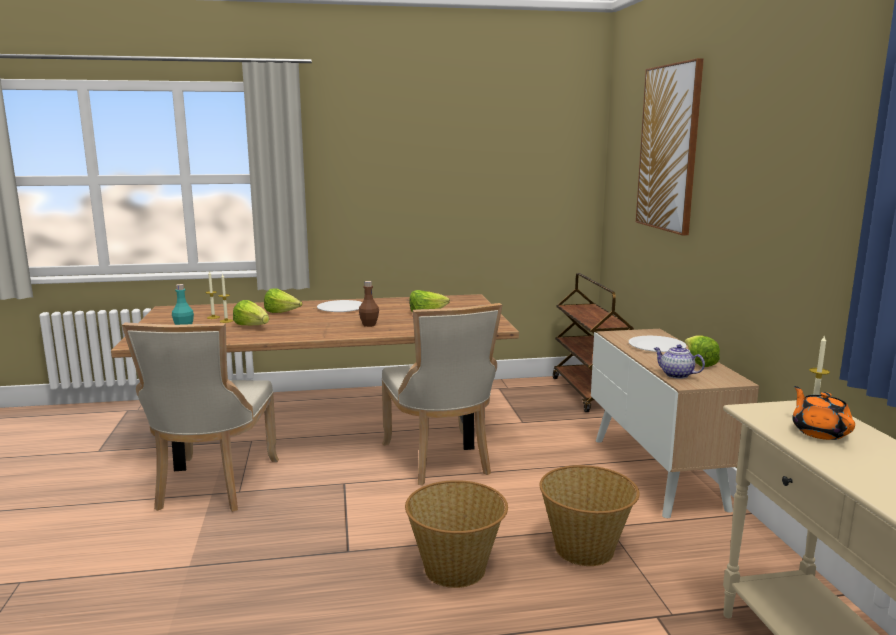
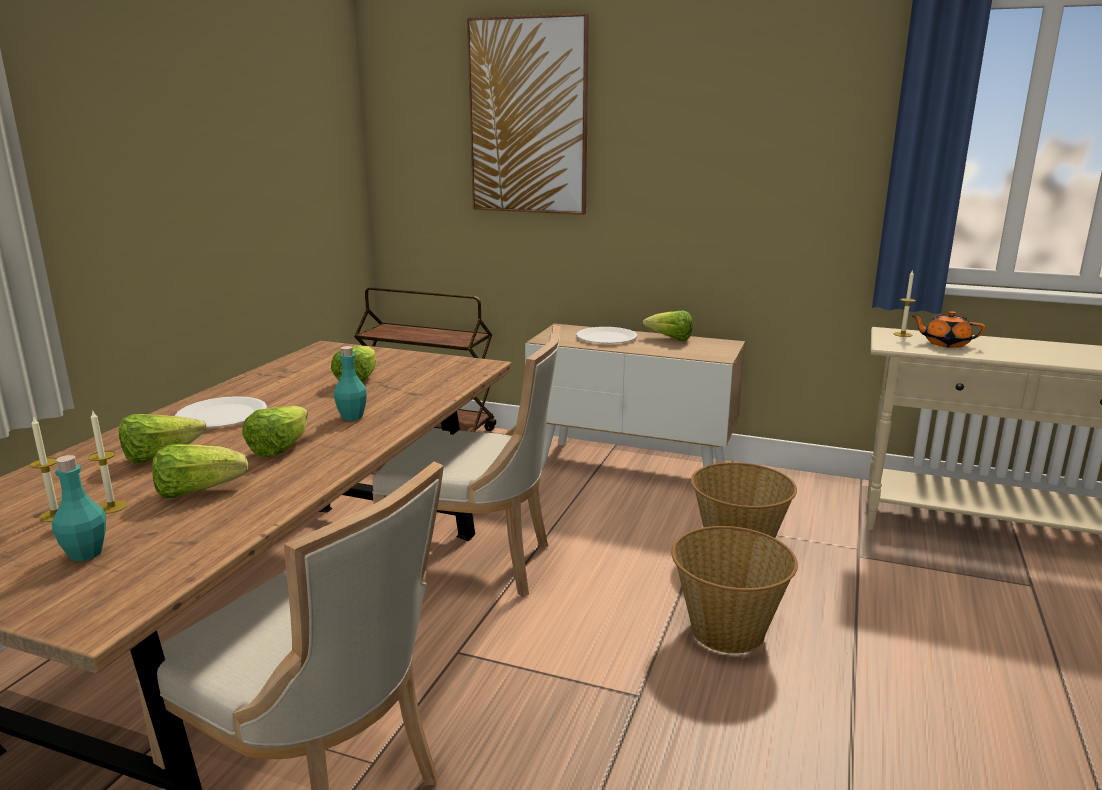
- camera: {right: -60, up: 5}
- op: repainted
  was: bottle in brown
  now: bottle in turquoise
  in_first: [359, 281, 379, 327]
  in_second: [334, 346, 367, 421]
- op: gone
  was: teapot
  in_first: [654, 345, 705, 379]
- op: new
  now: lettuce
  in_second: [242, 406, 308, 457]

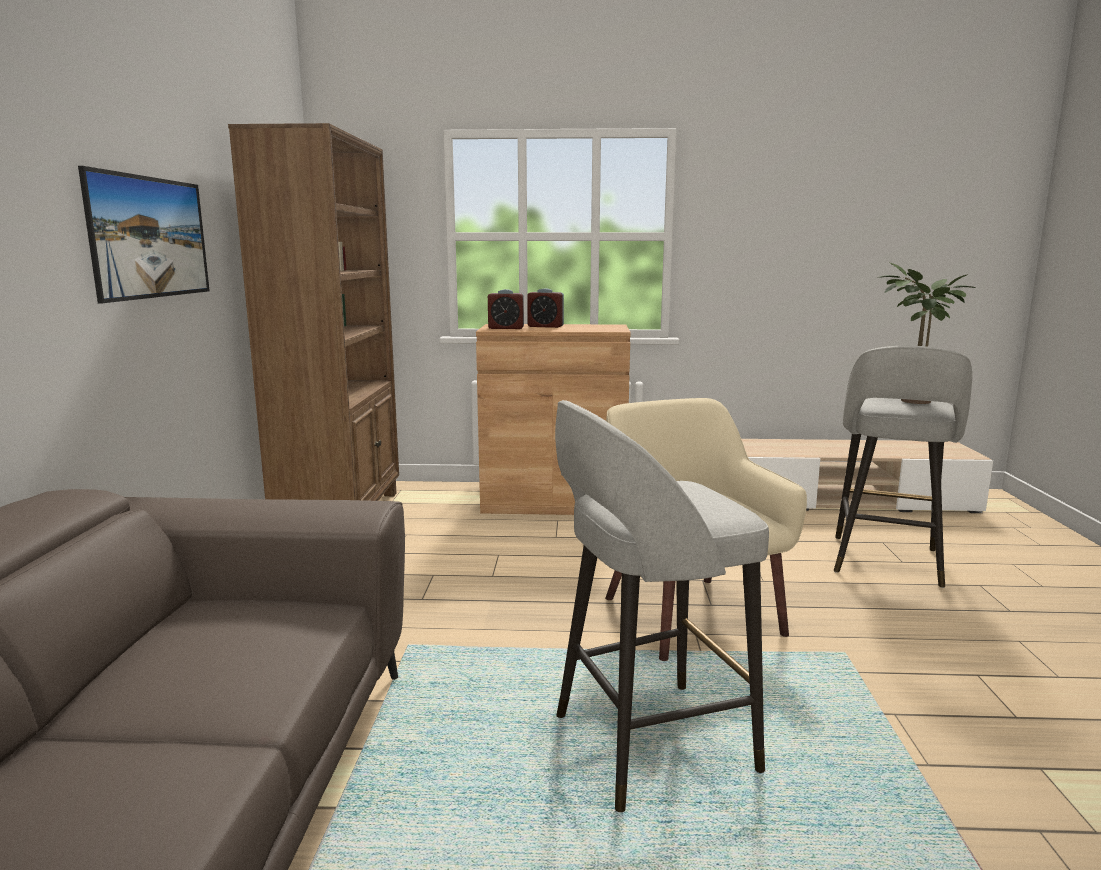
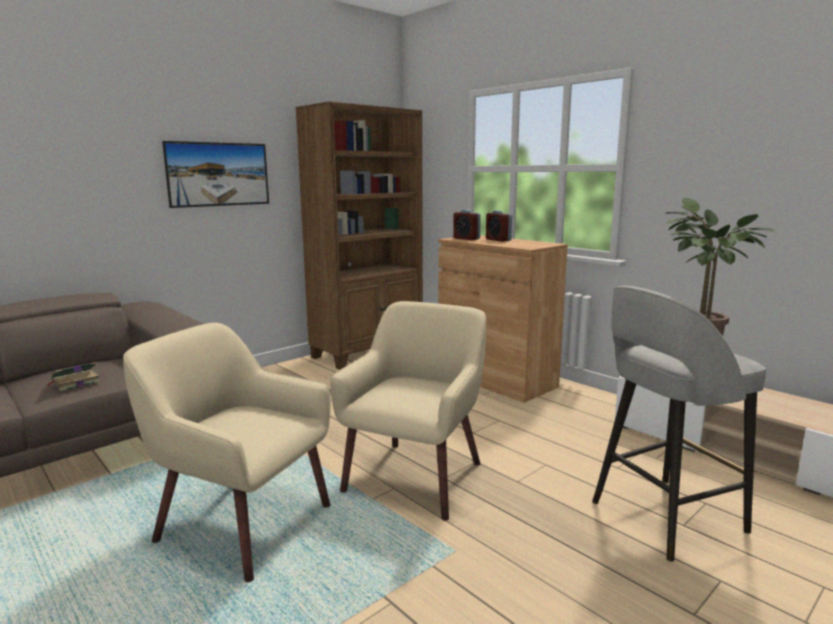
- camera: {right: 45, up: 0}
- op: swapped
  was: stool in grey
  now: armchair in beige
  in_first: [555, 400, 769, 812]
  in_second: [123, 323, 331, 582]
- op: new
  now: book
  in_second: [45, 362, 101, 391]

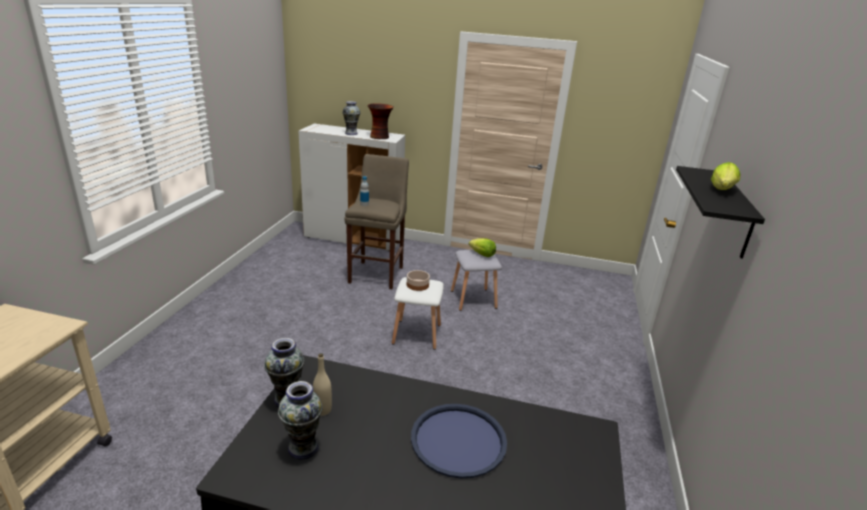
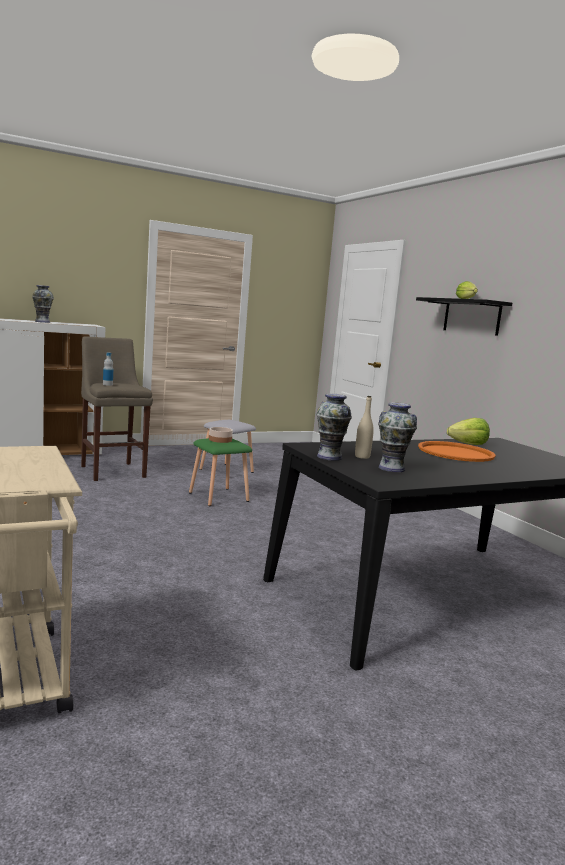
- camera: {right: -40, up: -15}
- op: gone
  was: vase
  in_first: [368, 103, 394, 139]
- op: shifted
  was: lettuce
  in_first: [469, 238, 496, 257]
  in_second: [447, 418, 490, 445]
- op: repainted
  was: stool in white
  now: stool in green
  in_first: [392, 277, 444, 350]
  in_second: [189, 438, 252, 506]
- op: repainted
  was: tray in blue
  now: tray in orange
  in_first: [411, 404, 507, 479]
  in_second: [418, 441, 496, 462]

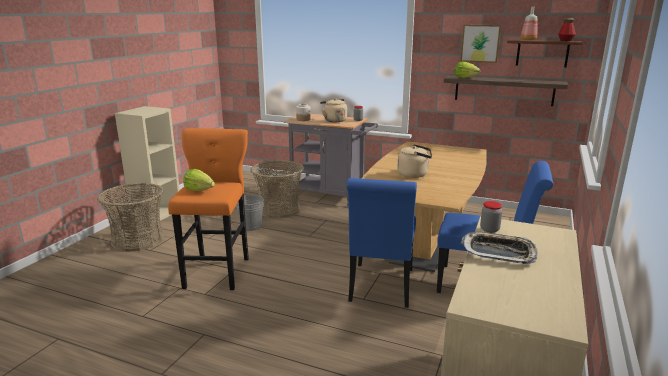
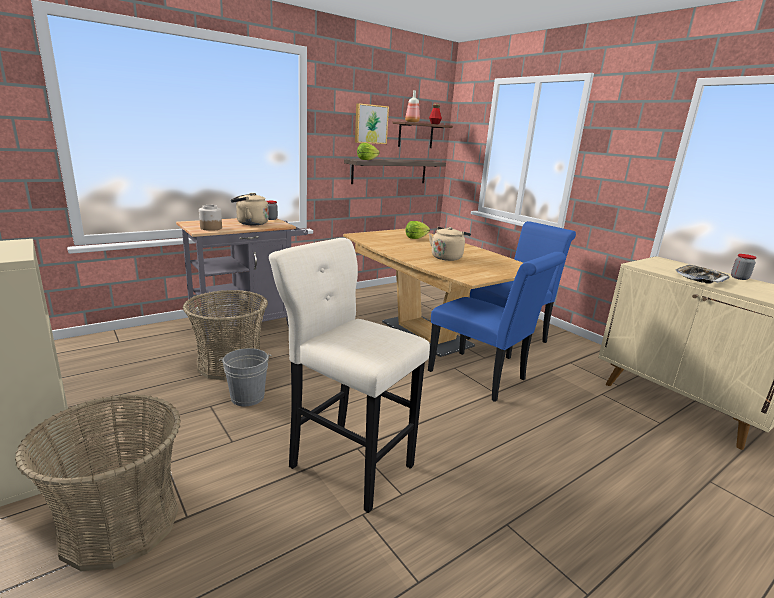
- camera: {right: -60, up: 0}
- op: repainted
  was: stool in orange
  now: stool in beige
  in_first: [168, 128, 249, 290]
  in_second: [269, 238, 430, 513]
- op: shifted
  was: lettuce
  in_first: [183, 169, 215, 191]
  in_second: [405, 221, 430, 239]
- op: shifted
  was: jar
  in_first: [480, 201, 502, 233]
  in_second: [731, 254, 757, 280]

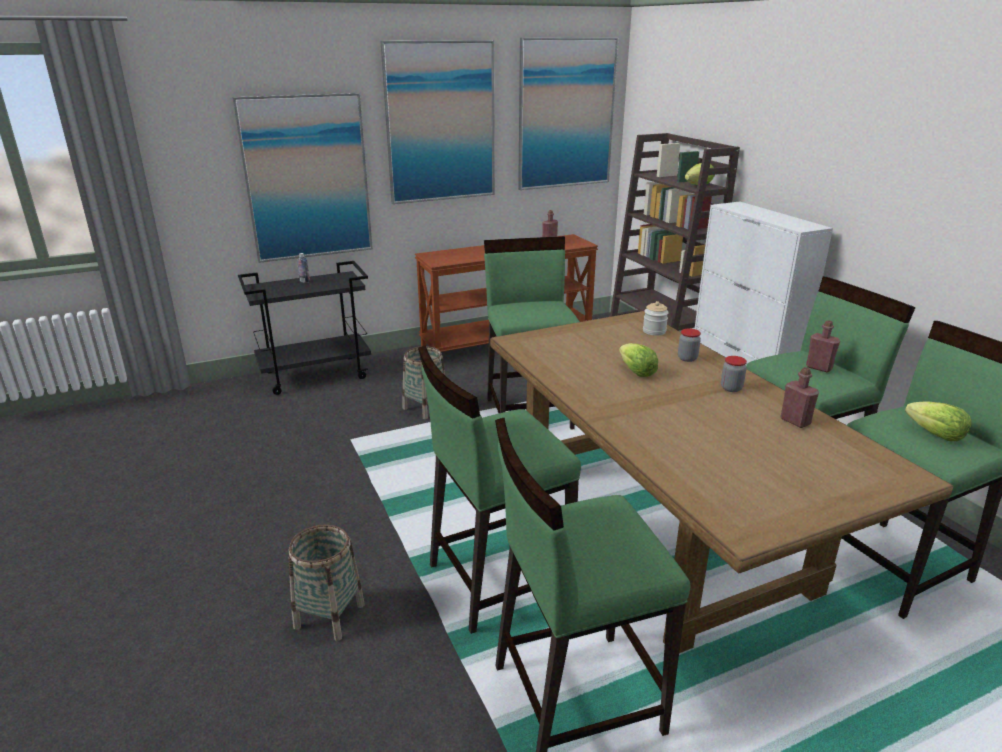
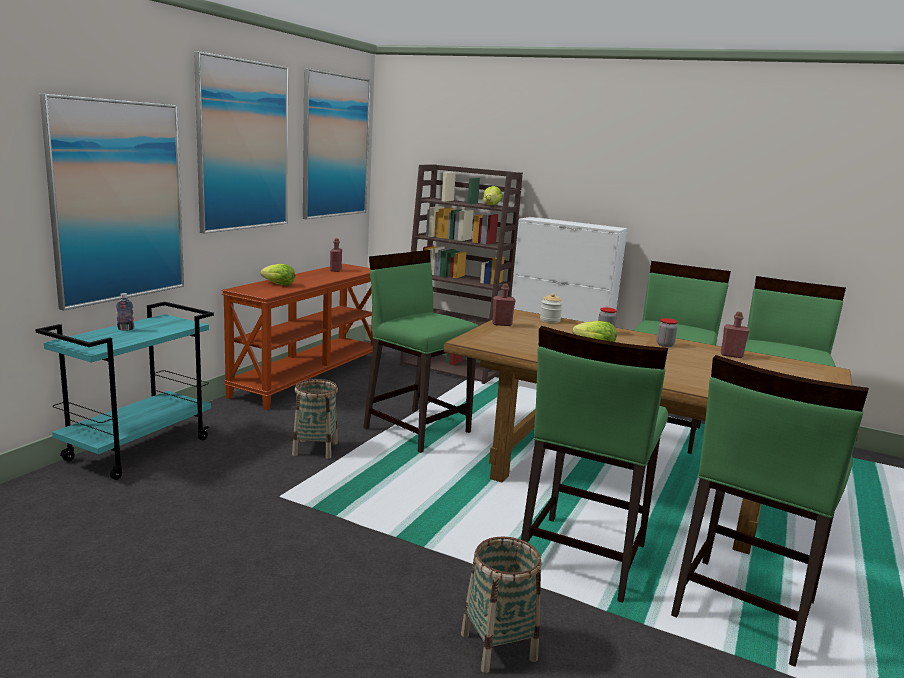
- camera: {right: -40, up: -10}
- op: repainted
  was: cart in black
  now: cart in turquoise
  in_first: [238, 261, 371, 395]
  in_second: [35, 302, 214, 480]
- op: shifted
  was: bottle in red
  in_first: [806, 320, 840, 372]
  in_second: [492, 283, 516, 326]
- op: shifted
  was: lettuce
  in_first: [905, 401, 971, 441]
  in_second: [260, 264, 295, 286]

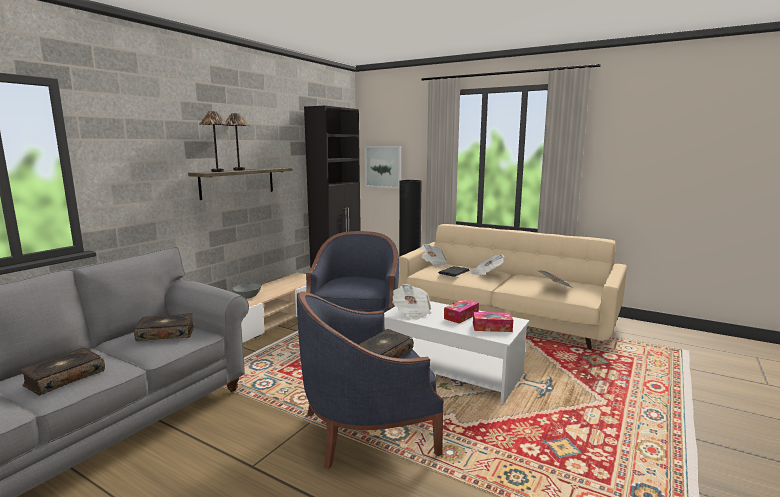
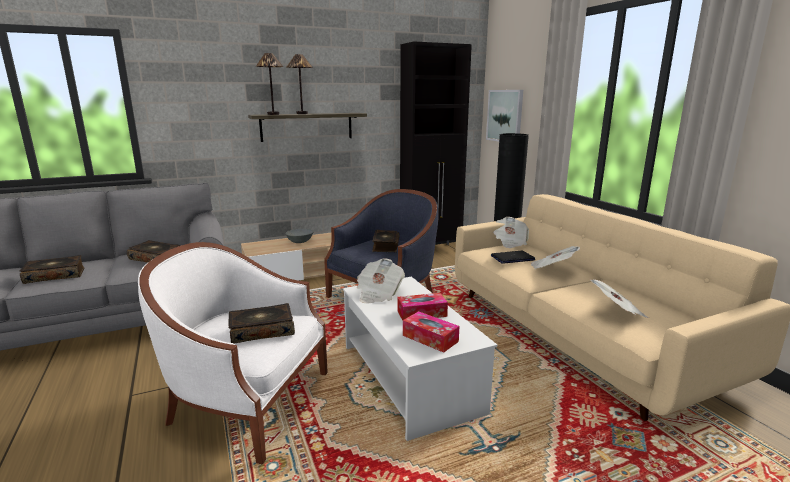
- camera: {right: 35, up: 5}
- op: repainted
  was: armchair in blue
  now: armchair in white
  in_first: [297, 292, 444, 469]
  in_second: [138, 242, 328, 465]
- op: new
  now: book
  in_second: [372, 230, 399, 252]

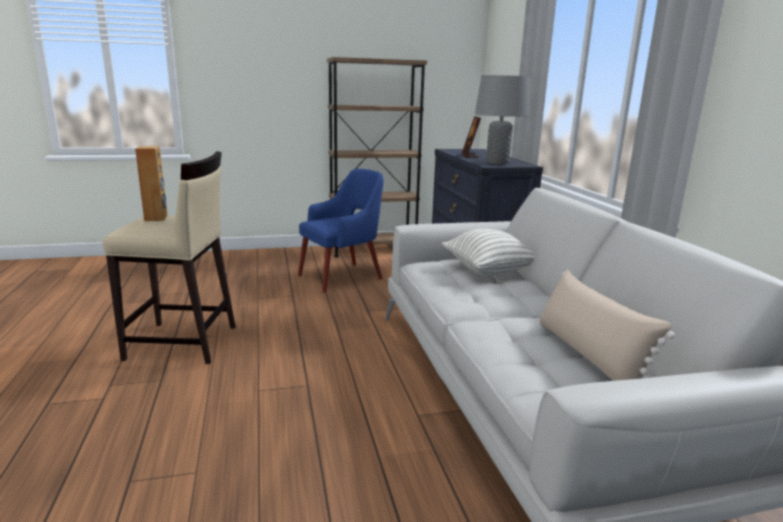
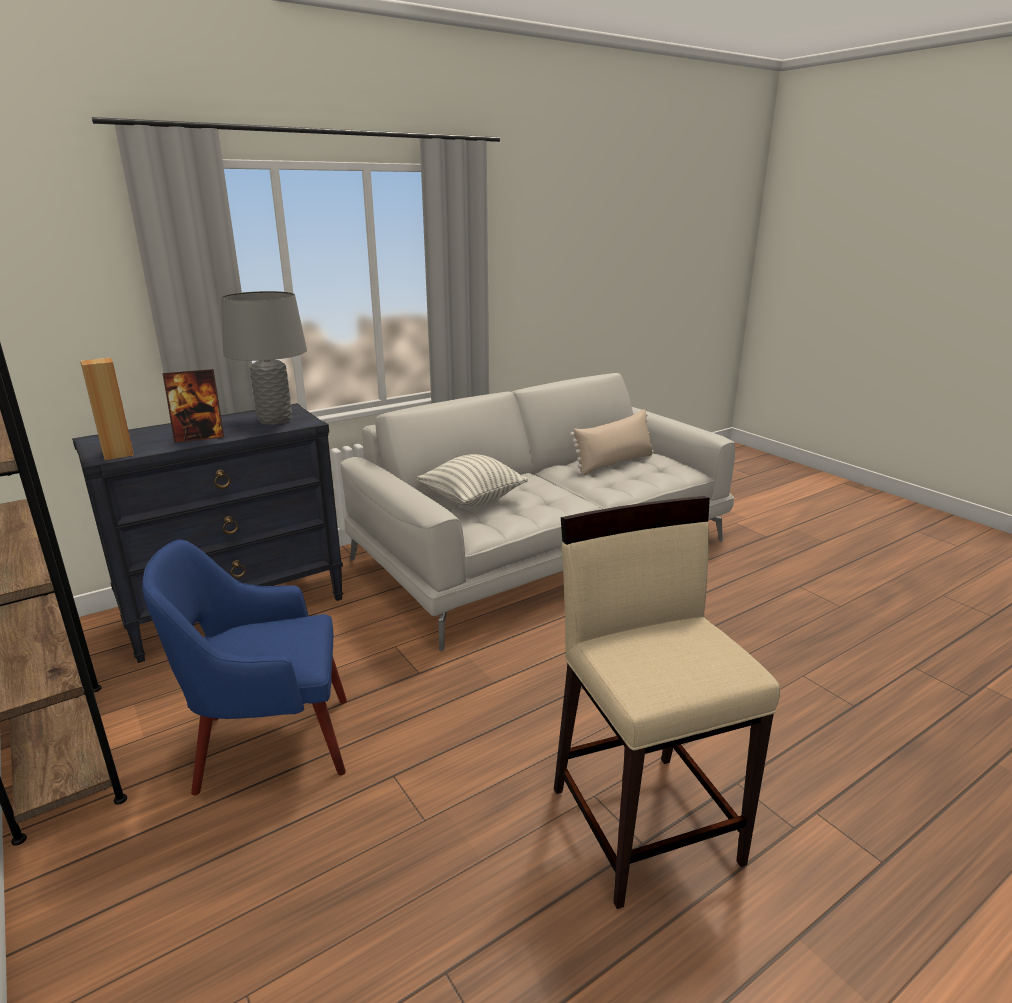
- camera: {right: -110, up: 5}
- op: shifted
  was: speaker in brown
  in_first: [135, 146, 167, 221]
  in_second: [80, 358, 134, 460]
- op: rotated
  was: armchair in blue
  in_first: [298, 169, 384, 293]
  in_second: [142, 540, 347, 795]
  clockwise: -45

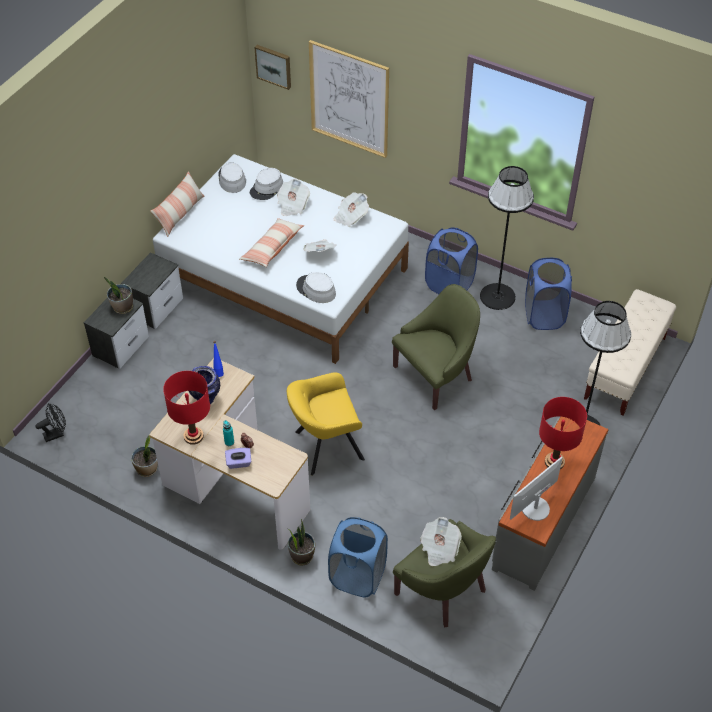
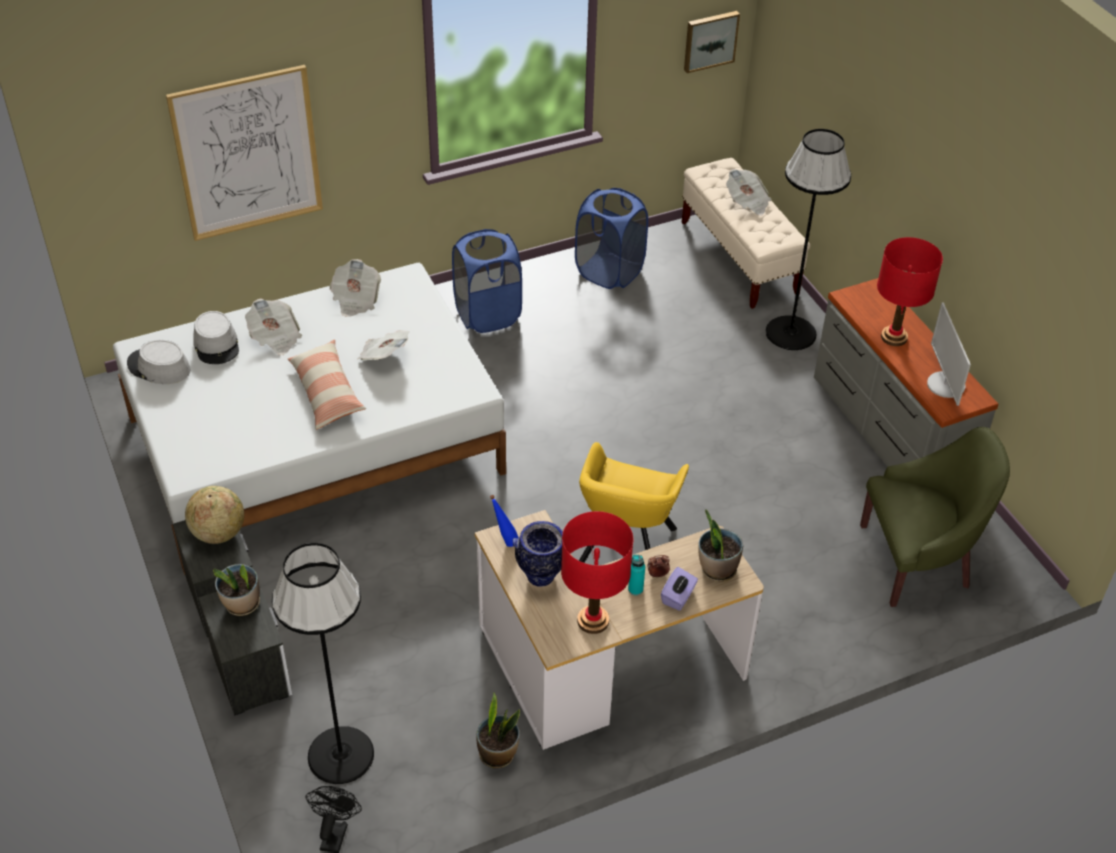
- camera: {right: -55, up: -5}
- op: shifted
  was: picture
  in_first: [254, 45, 291, 90]
  in_second: [684, 11, 740, 73]
- op: shifted
  was: floor lamp in black
  in_first: [480, 166, 534, 310]
  in_second: [272, 543, 374, 784]
- op: gone
  was: pillow
  in_first: [150, 171, 205, 237]
- op: gone
  was: hat in grey
  in_first: [296, 272, 336, 303]
- op: gone
  was: armchair in green
  in_first: [392, 284, 480, 410]
- op: gone
  was: laundry basket in blue
  in_first: [328, 517, 388, 597]
- op: shifted
  was: newspaper
  in_first: [420, 517, 462, 566]
  in_second: [726, 169, 771, 216]
- op: shifted
  was: potted plant
  in_first: [288, 519, 315, 566]
  in_second: [698, 509, 743, 582]
- op: new
  now: globe
  in_second: [185, 486, 244, 544]

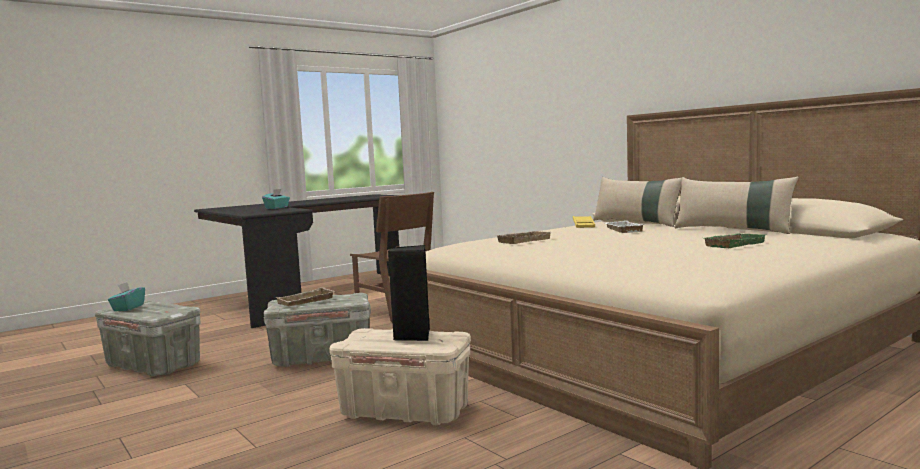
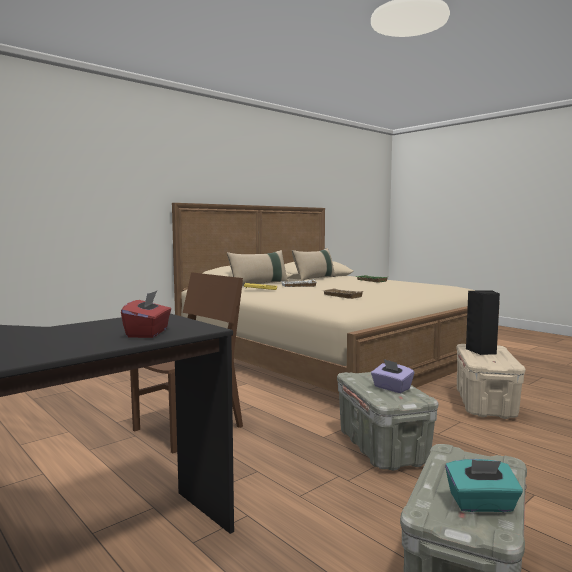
- camera: {right: -95, up: 0}
- op: gone
  was: tissue box in turquoise
  in_first: [262, 189, 290, 209]
- op: swapped
  was: tray in beige
  now: tissue box in purple
  in_first: [275, 287, 335, 306]
  in_second: [371, 359, 414, 393]
- op: new
  now: tissue box in red
  in_second: [121, 291, 171, 338]

